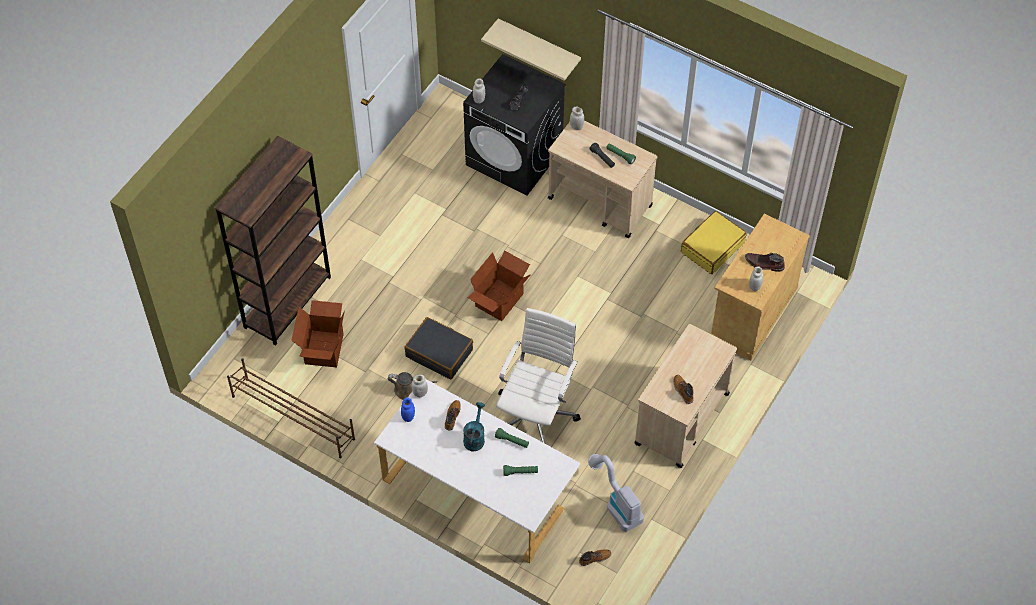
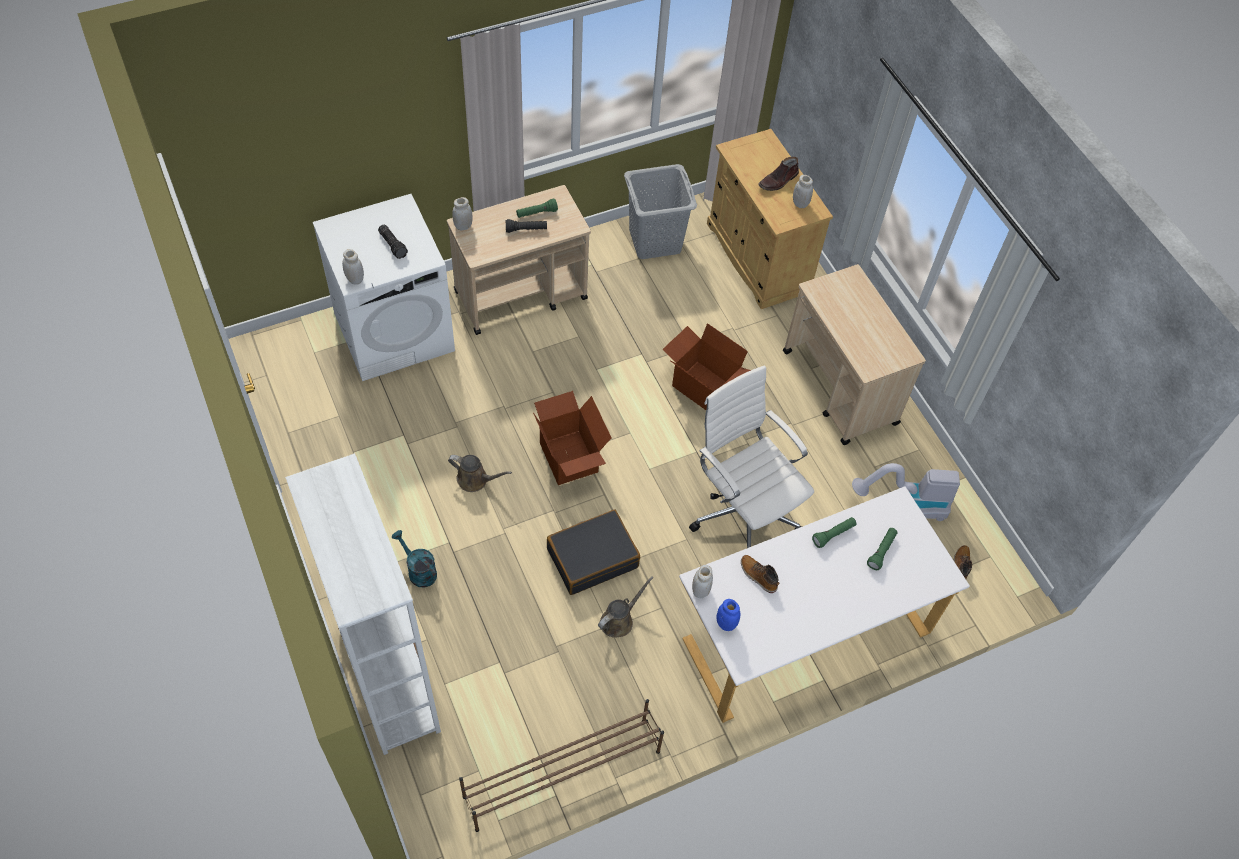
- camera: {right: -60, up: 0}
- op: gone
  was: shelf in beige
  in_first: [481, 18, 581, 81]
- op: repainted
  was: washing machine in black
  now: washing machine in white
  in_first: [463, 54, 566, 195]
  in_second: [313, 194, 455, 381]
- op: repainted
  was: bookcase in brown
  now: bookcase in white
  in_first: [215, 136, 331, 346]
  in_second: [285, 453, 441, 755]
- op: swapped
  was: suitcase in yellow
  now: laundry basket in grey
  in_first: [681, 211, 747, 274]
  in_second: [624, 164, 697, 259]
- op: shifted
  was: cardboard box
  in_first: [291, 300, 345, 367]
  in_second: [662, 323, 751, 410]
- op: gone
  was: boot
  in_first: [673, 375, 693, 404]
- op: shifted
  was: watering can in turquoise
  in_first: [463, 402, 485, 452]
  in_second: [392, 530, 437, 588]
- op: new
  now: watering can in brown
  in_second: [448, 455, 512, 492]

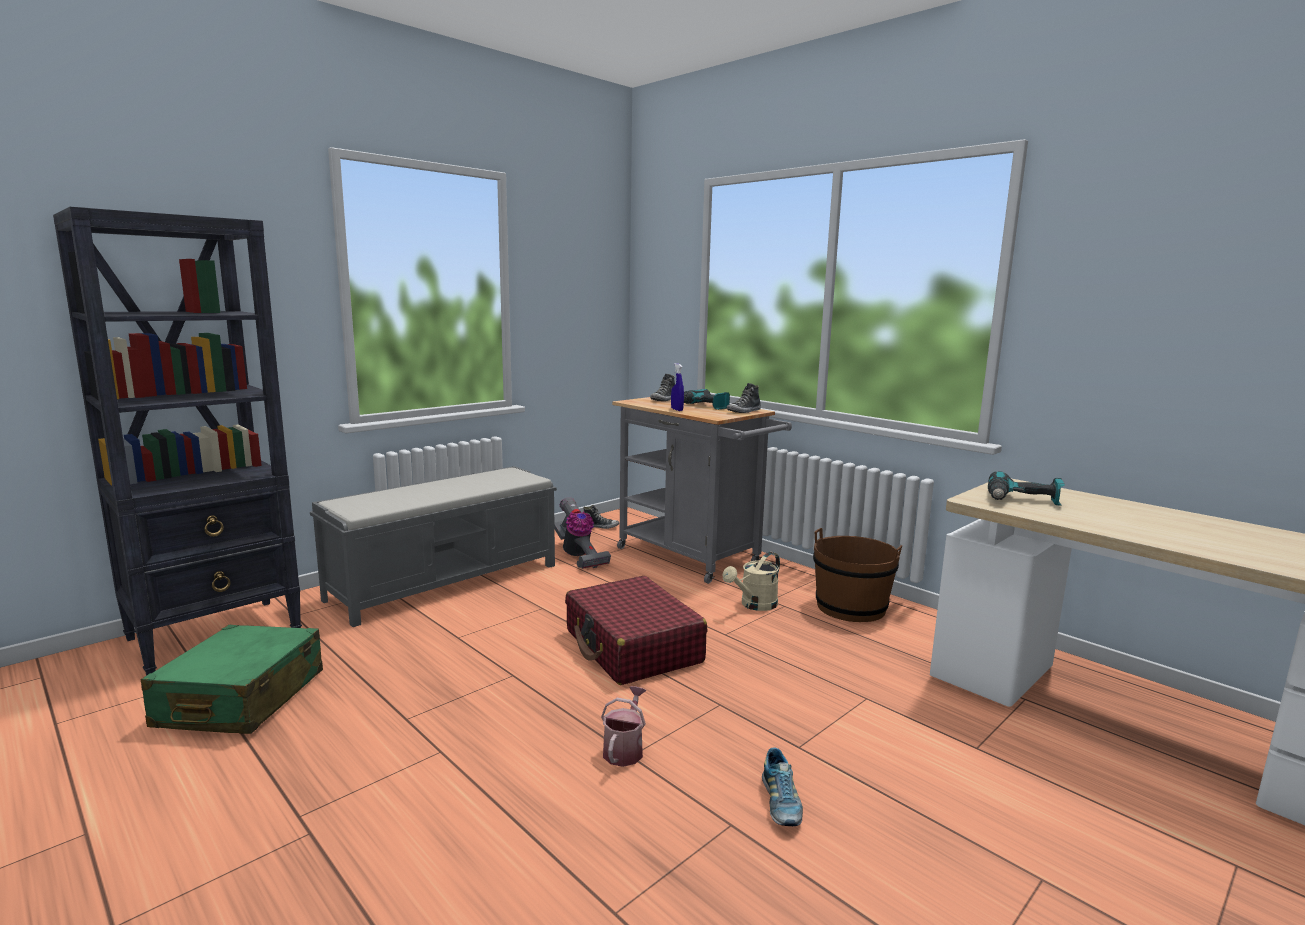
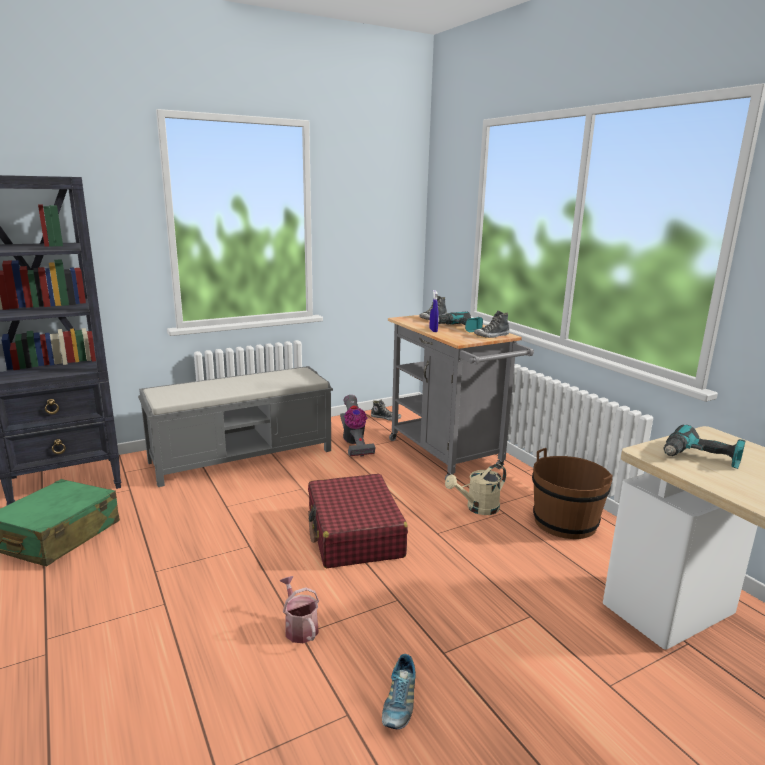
- camera: {right: 15, up: 5}
- op: rotated
  was: watering can
  in_first: [601, 686, 646, 767]
  in_second: [280, 576, 319, 643]
  clockwise: -60

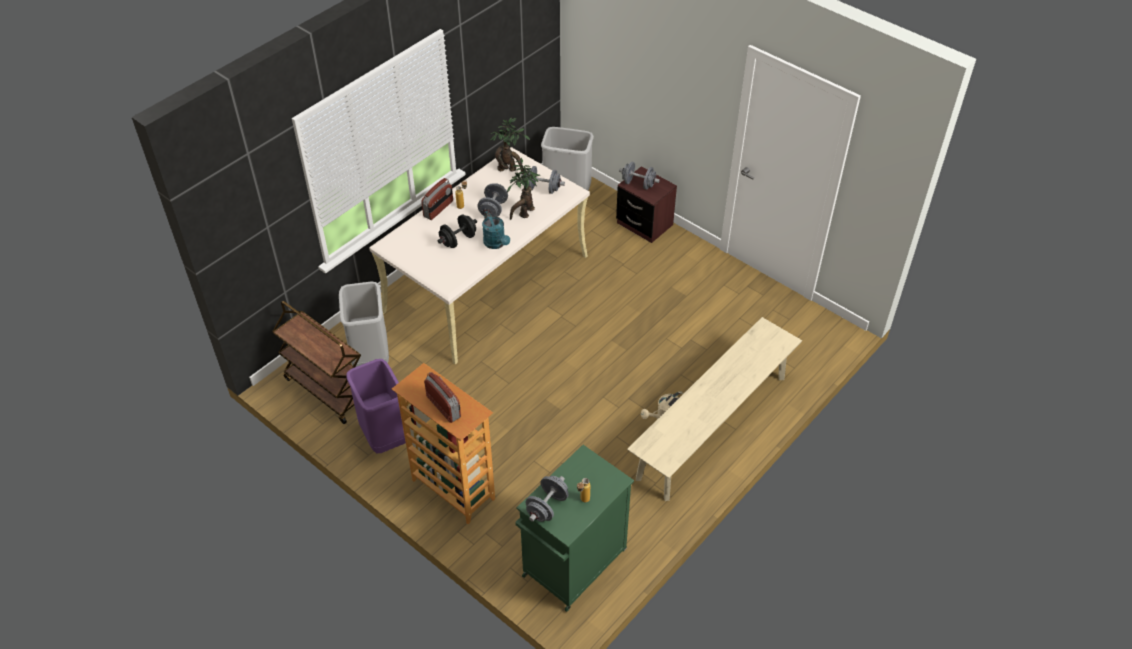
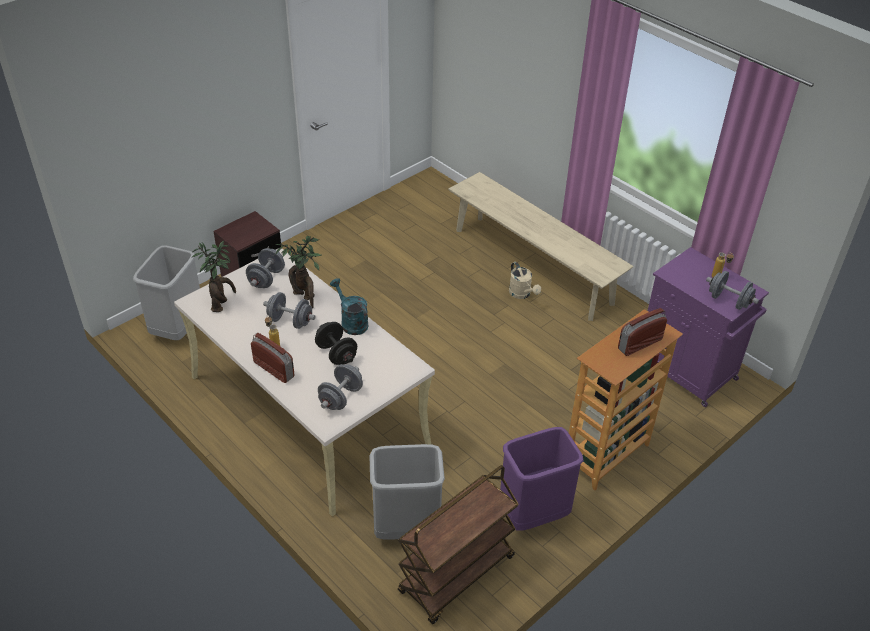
- camera: {right: -85, up: -5}
- op: shifted
  was: dumbbell in grey
  in_first: [619, 162, 660, 190]
  in_second: [318, 364, 363, 410]
- op: rotated
  was: watering can in turquoise
  in_first: [482, 211, 510, 249]
  in_second: [330, 278, 368, 335]
  clockwise: -105
- op: repainted
  was: cabinet in green
  now: cabinet in purple
  in_first: [515, 445, 634, 612]
  in_second: [648, 247, 769, 407]

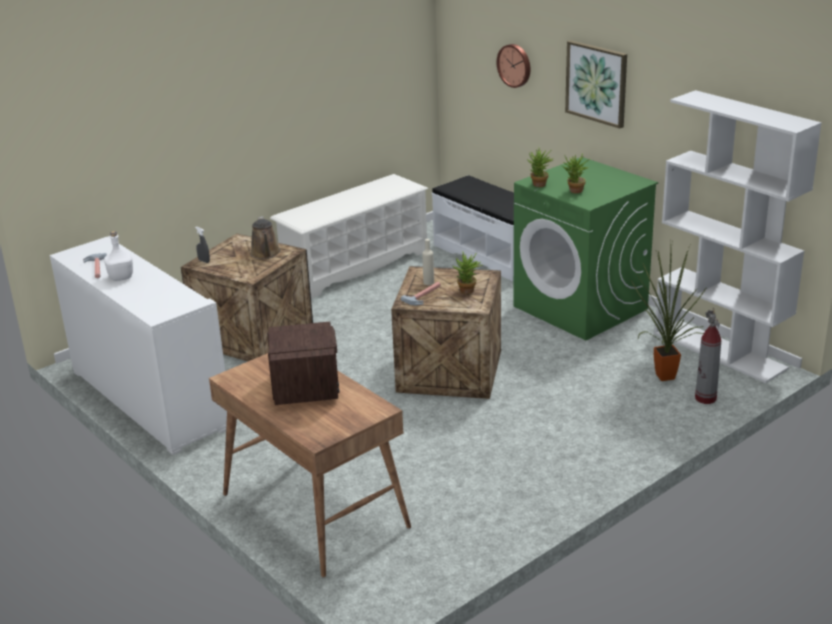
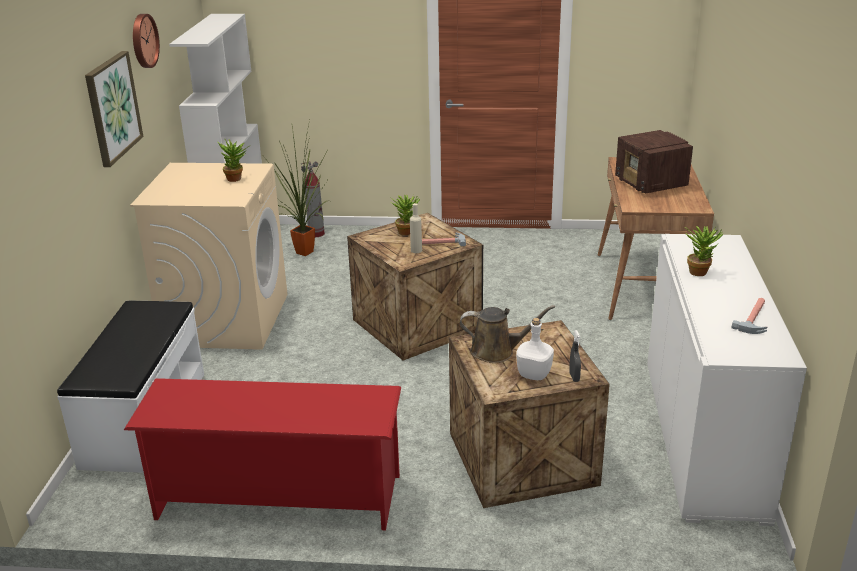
- camera: {right: -135, up: 0}
- op: shifted
  was: wall clock
  in_first: [497, 44, 530, 88]
  in_second: [133, 14, 160, 68]
- op: shifted
  was: potted plant
  in_first: [527, 148, 554, 187]
  in_second: [685, 226, 724, 276]
- op: repainted
  was: washing machine in green
  now: washing machine in beige
  in_first: [514, 157, 658, 341]
  in_second: [130, 163, 288, 350]
- op: repainted
  was: shoe rack in white
  now: shoe rack in red
  in_first: [270, 174, 428, 299]
  in_second: [124, 378, 401, 530]
- op: rotated
  was: watering can in brown
  in_first: [250, 216, 281, 259]
  in_second: [460, 305, 555, 363]
  clockwise: 60
- op: shifted
  was: bottle in white
  in_first: [104, 231, 133, 281]
  in_second: [516, 318, 554, 380]
- op: rotated
  was: radio
  in_first: [267, 322, 340, 405]
  in_second: [615, 130, 693, 194]
  clockwise: -60

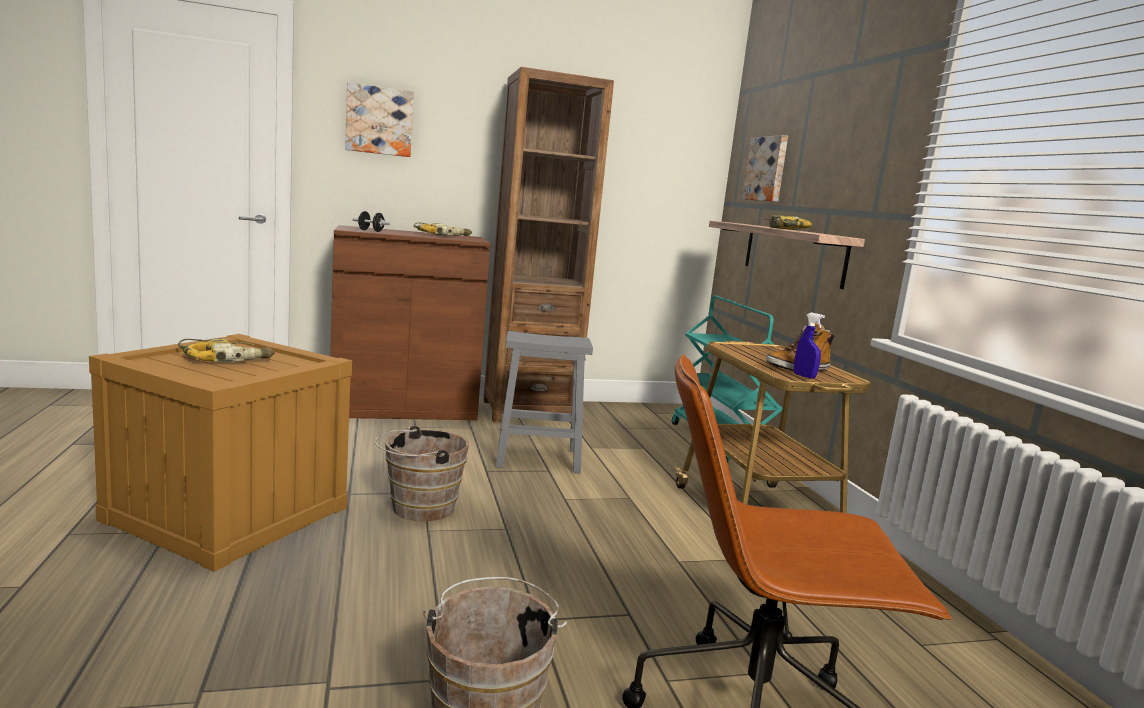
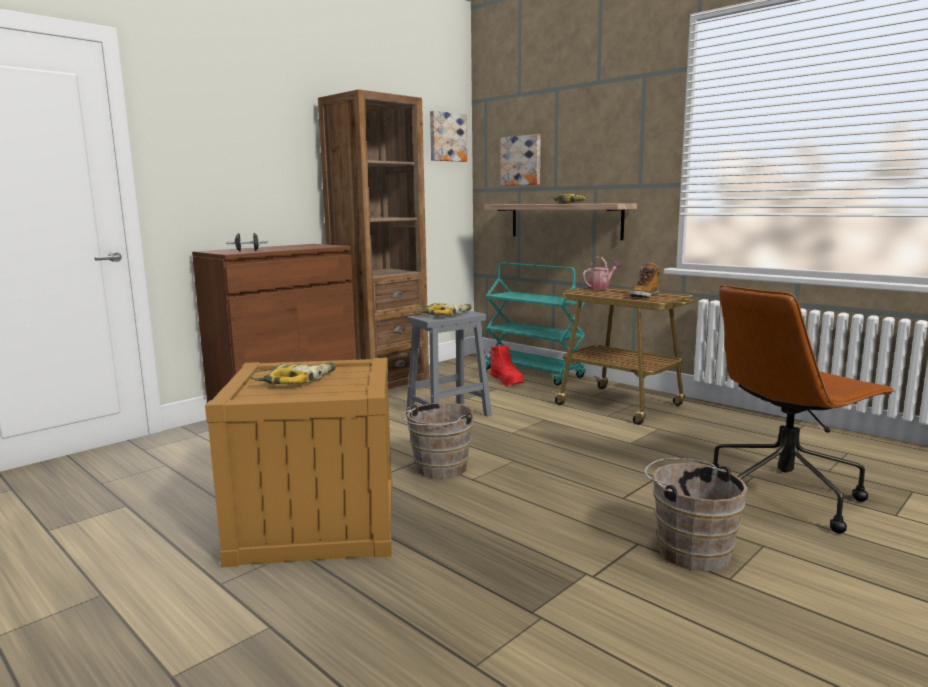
- camera: {right: -30, up: 0}
- op: shifted
  was: picture
  in_first: [345, 83, 414, 157]
  in_second: [430, 111, 467, 162]
- op: shifted
  was: power drill
  in_first: [413, 222, 472, 236]
  in_second: [416, 303, 472, 316]
- op: gone
  was: spray bottle in blue
  in_first: [794, 313, 825, 379]
- op: new
  now: watering can
  in_second: [582, 257, 621, 290]
- op: new
  now: boot in red
  in_second: [490, 345, 524, 386]

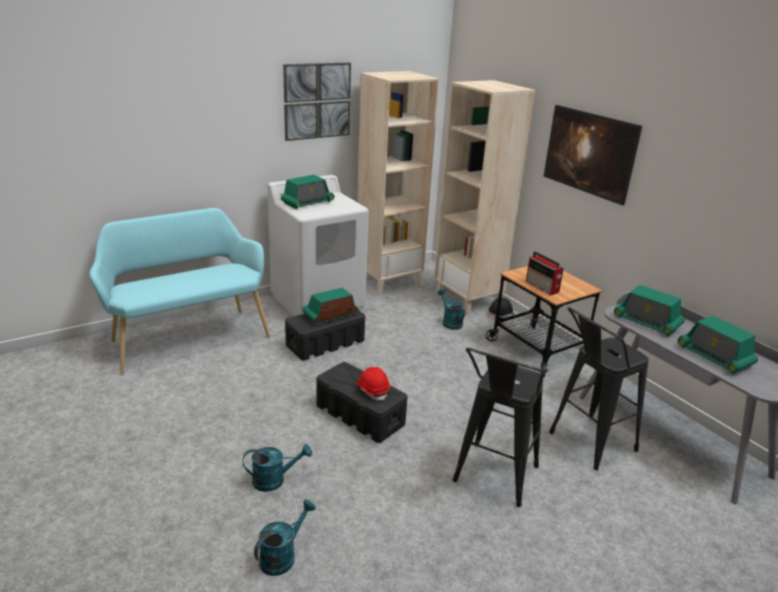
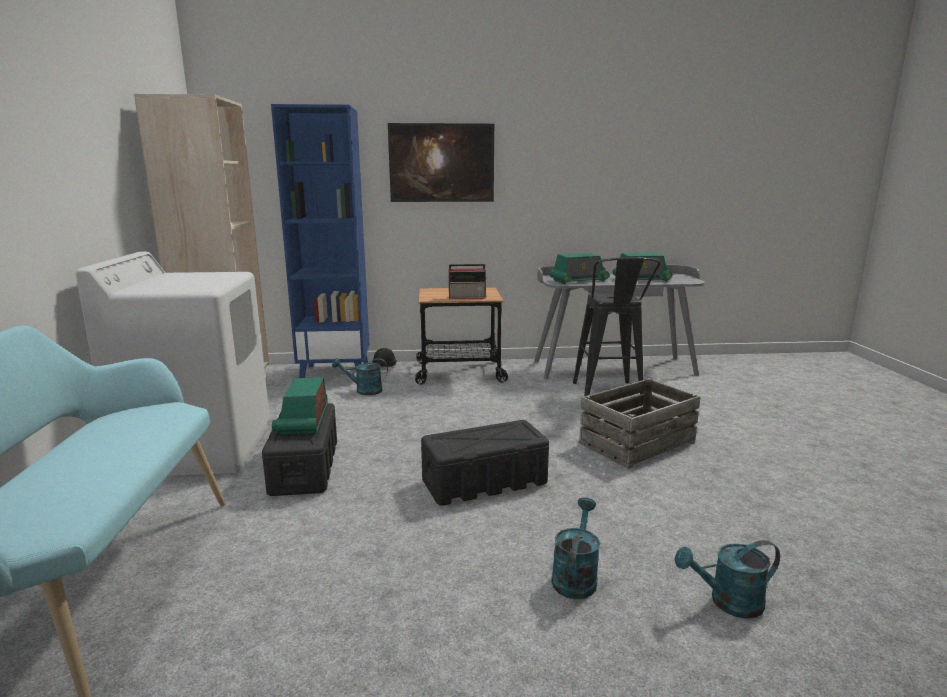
- camera: {right: -60, up: -10}
- op: gone
  was: picture
  in_first: [283, 63, 351, 141]
- op: repainted
  was: bookcase in beige
  now: bookcase in blue
  in_first: [434, 80, 535, 316]
  in_second: [271, 104, 370, 378]
- op: gone
  was: radio
  in_first: [281, 175, 335, 209]
- op: swapped
  was: stool in black
  now: crate
  in_first: [452, 348, 545, 507]
  in_second: [578, 378, 700, 469]
- op: gone
  was: hard hat in red
  in_first: [356, 367, 390, 401]
- op: rotated
  was: watering can in turquoise
  in_first: [254, 499, 316, 576]
  in_second: [675, 540, 780, 619]
  clockwise: -75

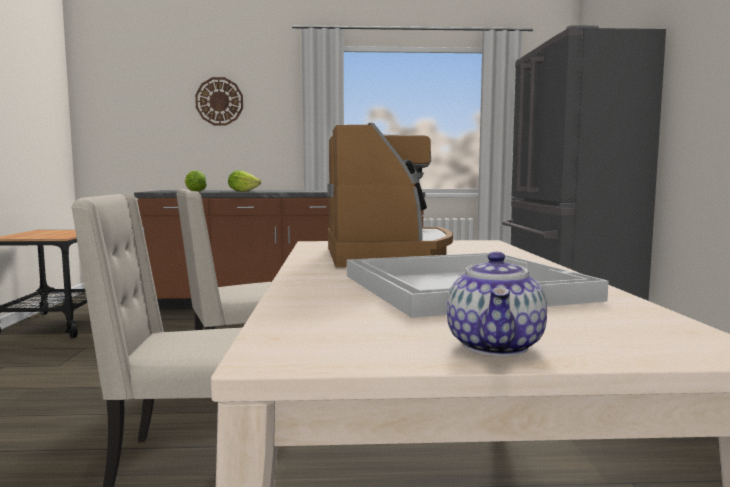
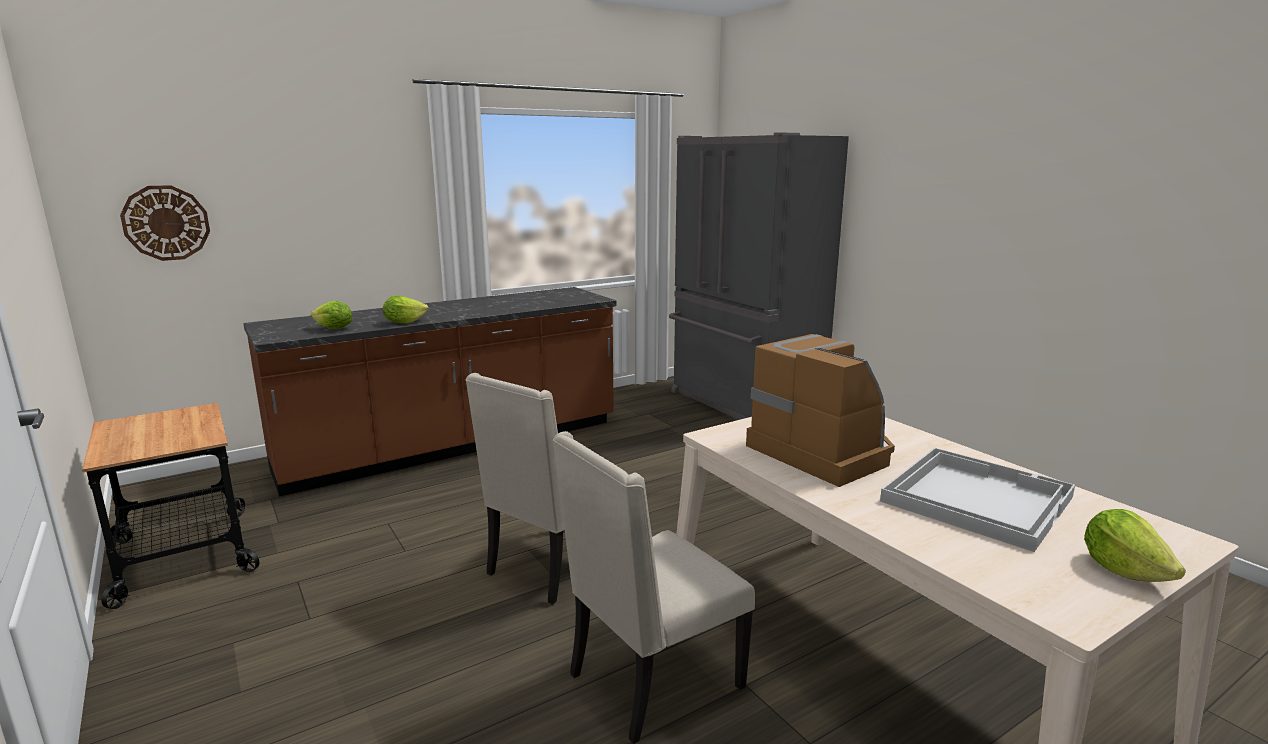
- camera: {right: -30, up: 10}
- op: shifted
  was: wall clock
  in_first: [195, 77, 243, 125]
  in_second: [120, 185, 210, 261]
- op: swapped
  was: teapot
  now: lettuce
  in_first: [447, 252, 547, 356]
  in_second: [1084, 509, 1186, 582]

